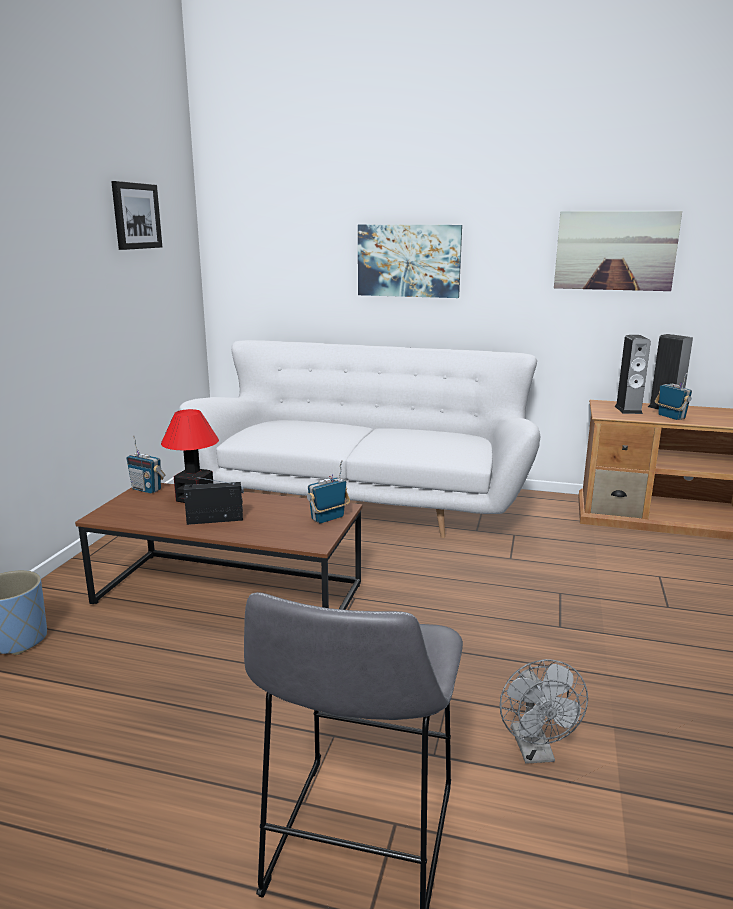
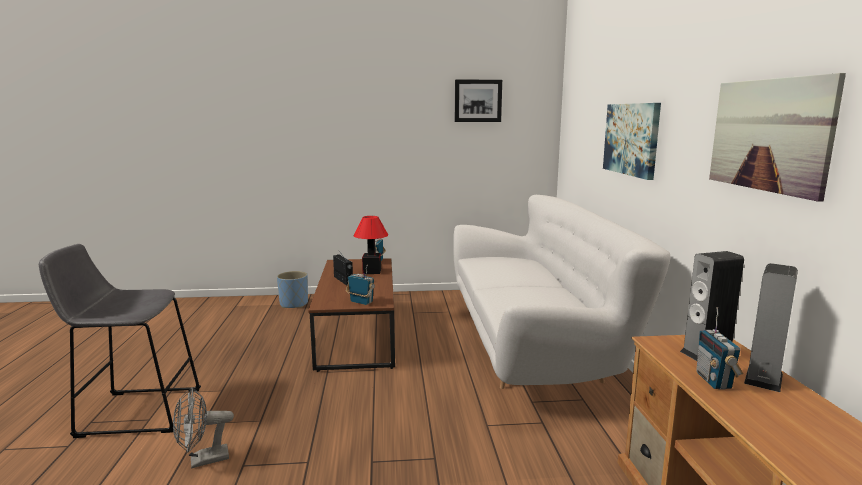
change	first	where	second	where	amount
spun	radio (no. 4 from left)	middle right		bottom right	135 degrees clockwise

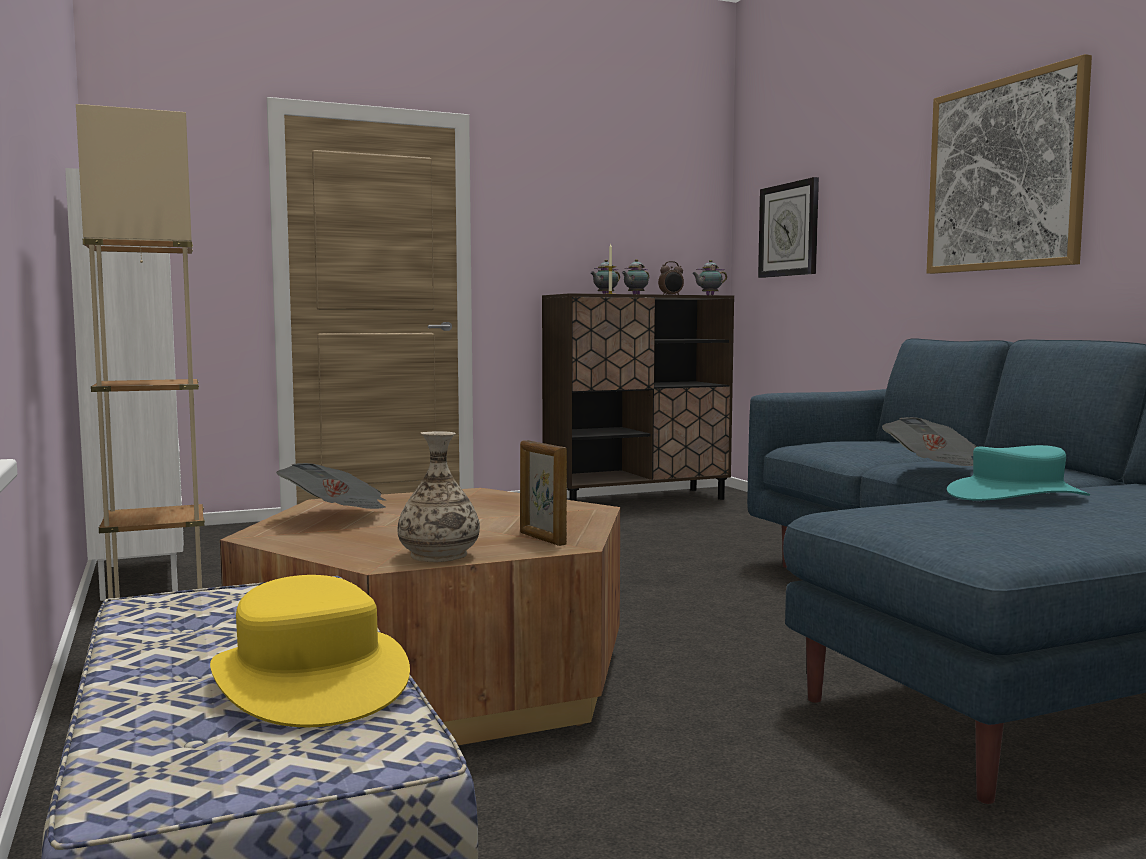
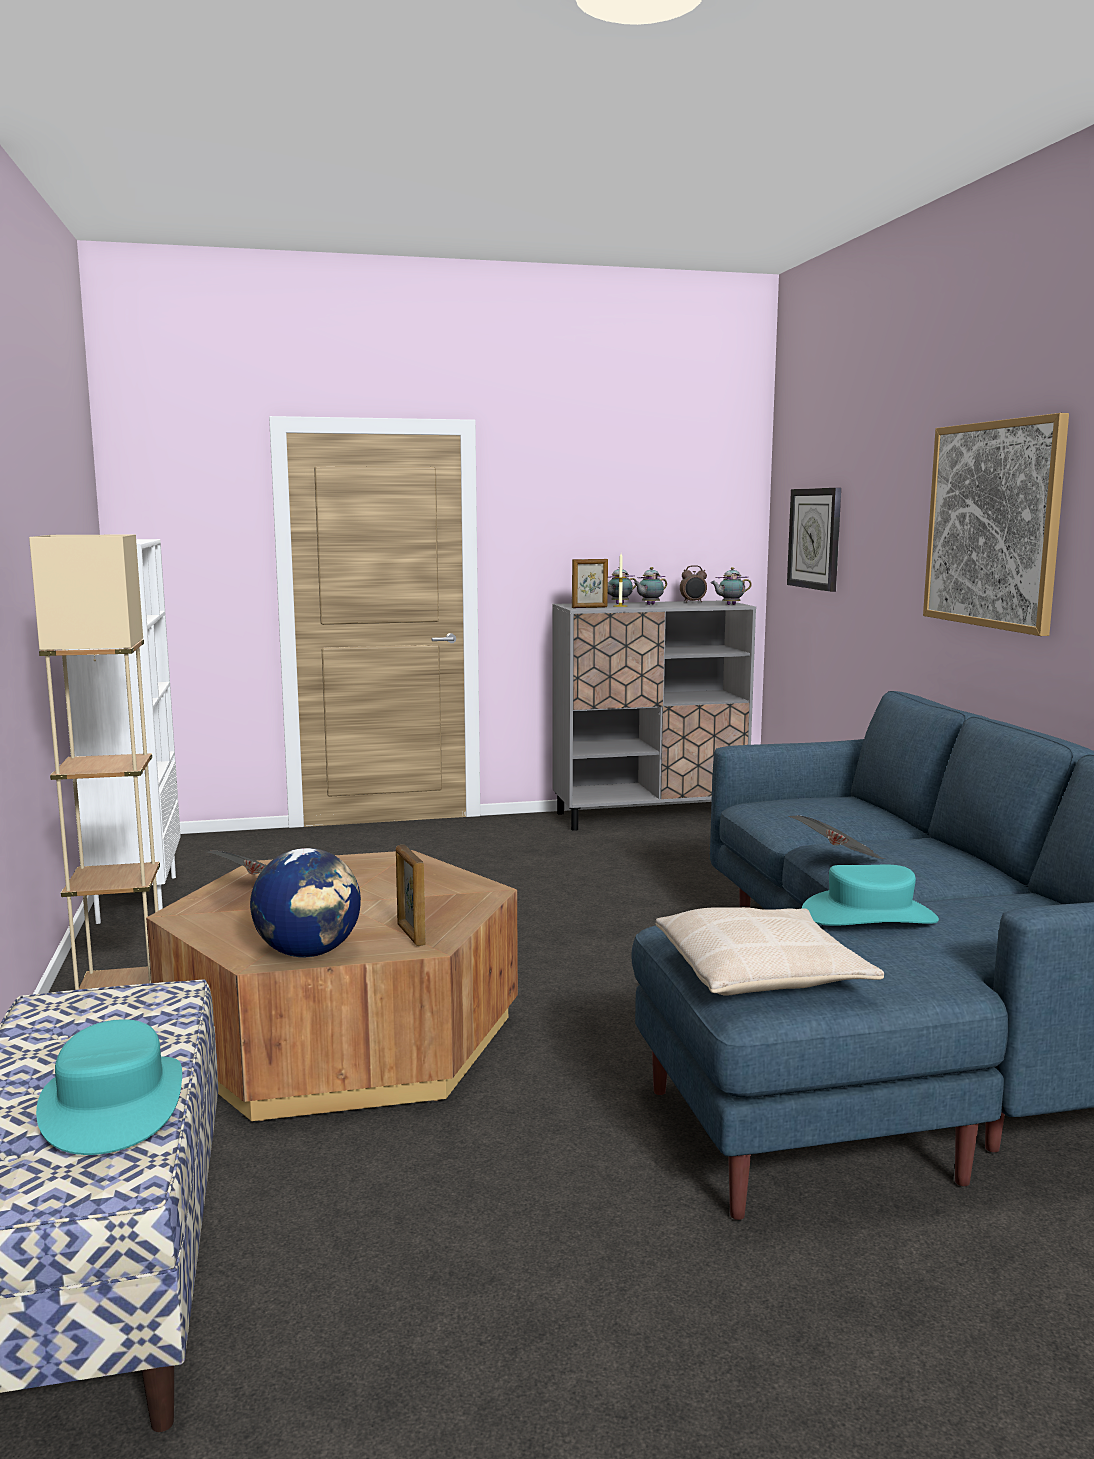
change	first	where	second	where	amount
appeared			picture frame (no. 2 from left)	centre	
appeared			pillow (beige)	middle right	
exchanged	vase	centre	globe	middle left	
colour	hat (yellow)	bottom left	hat (turquoise) (no. 1 from left)	bottom left	
colour	cabinet (brown)	centre	cabinet (grey)	centre	

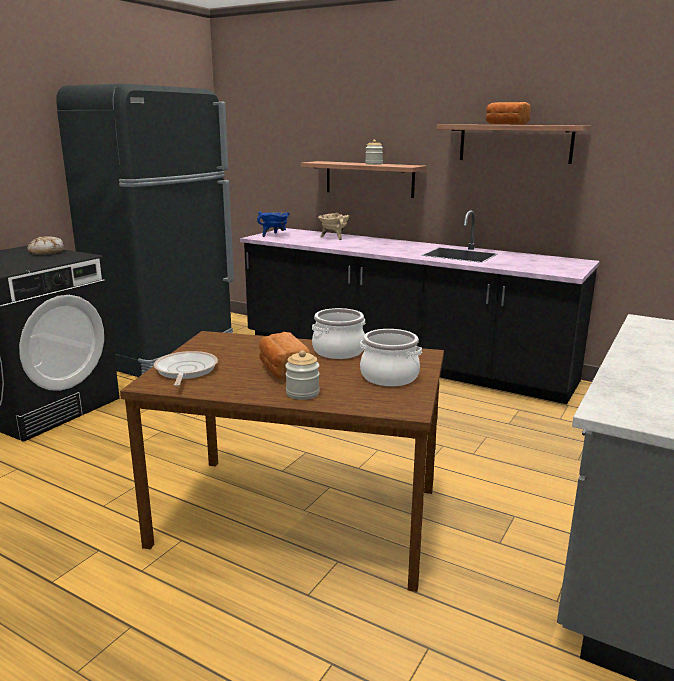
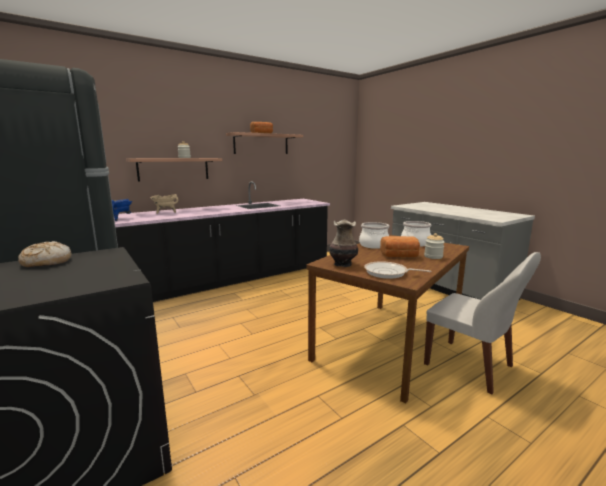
change	first	where	second	where	amount
appeared			vase	centre	
appeared			chair (white)	middle right	

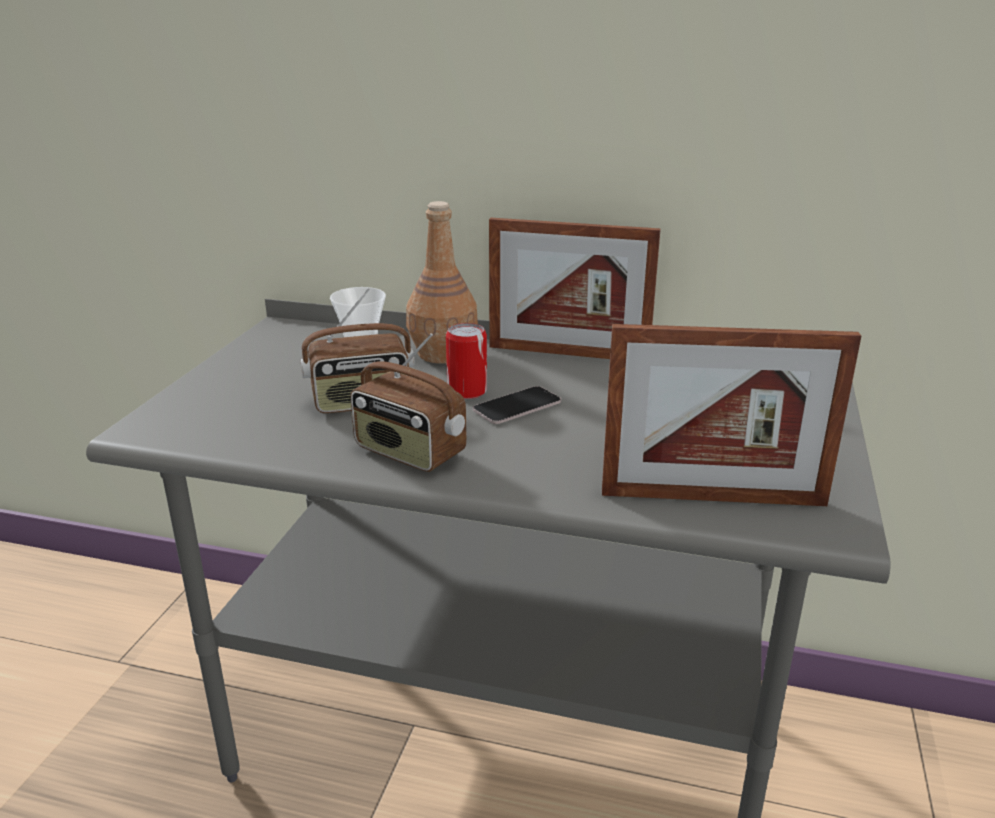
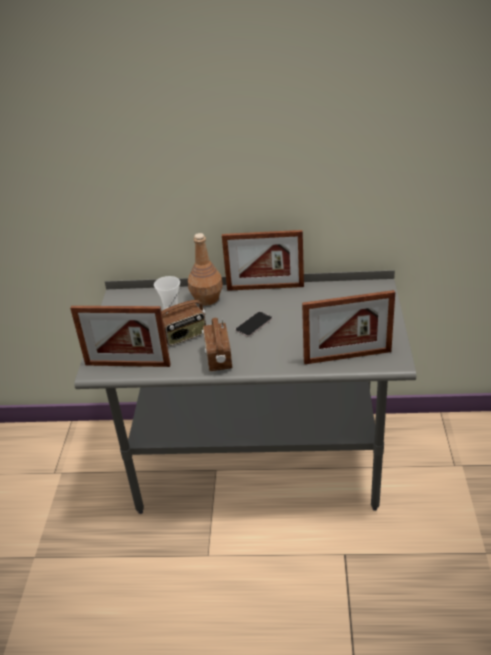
change	first	where	second	where	amount
missing	can	centre			
appeared			picture frame (no. 1 from left)	middle left	
spun	radio (no. 2 from left)	centre		centre	60 degrees clockwise

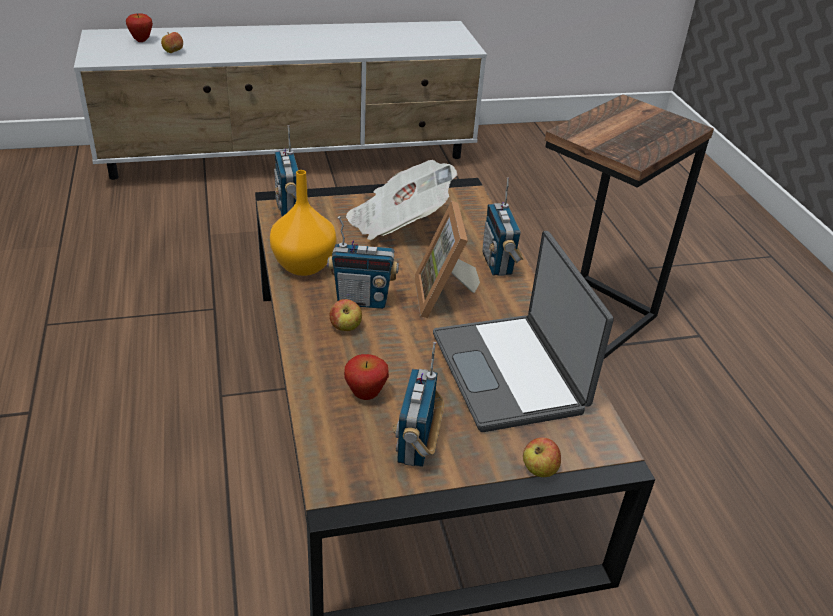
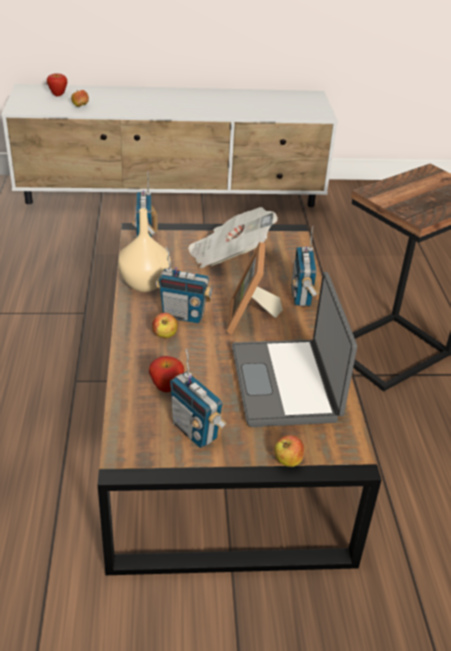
change	first	where	second	where	amount
colour	vase (orange)	centre	vase (beige)	middle left	
spun	radio (no. 3 from left)	centre		centre	60 degrees counterclockwise

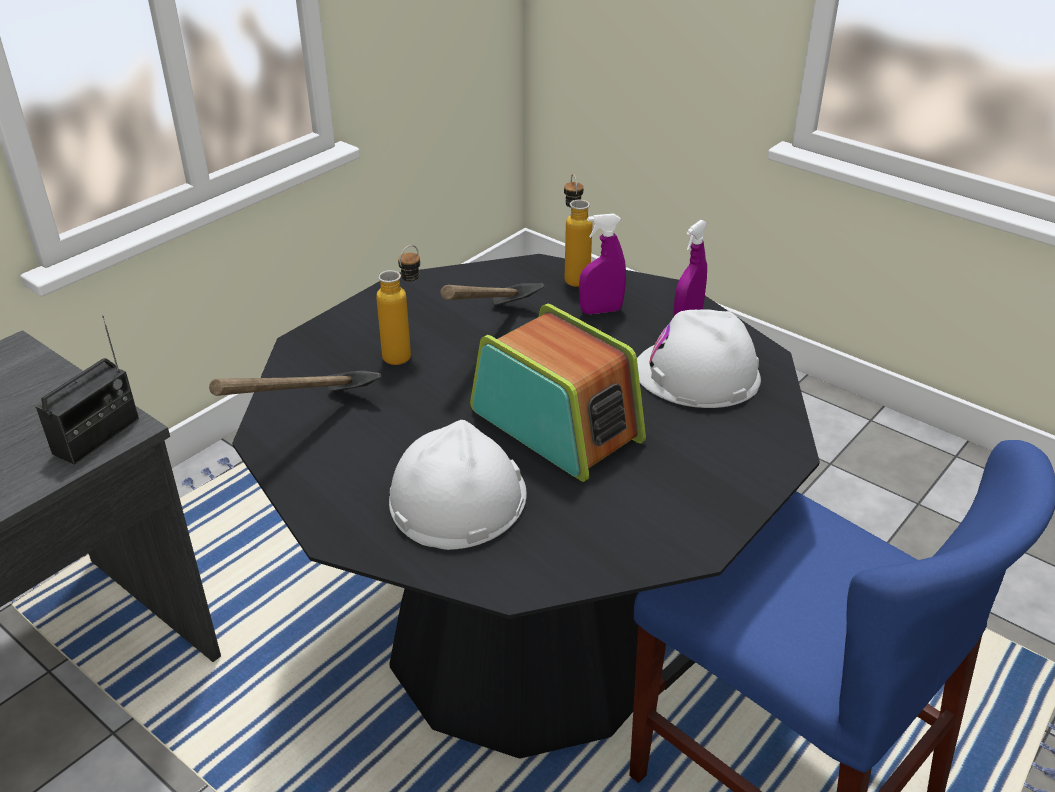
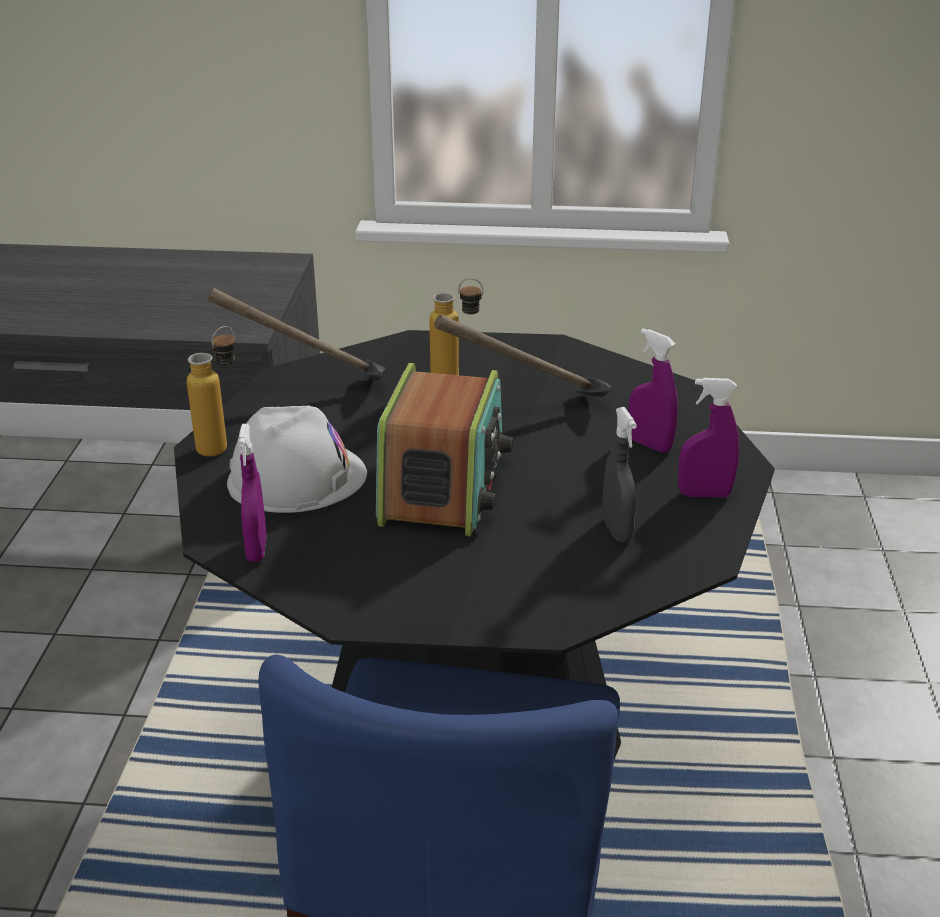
change	first	where	second	where	amount
missing	radio (no. 1 from left)	middle left			
appeared			spray bottle (purple) (no. 1 from left)	middle left	
relocated	bottle (no. 2 from left in the first image)	top centre	bottle (no. 1 from left)	middle left	
exchanged	hard hat (white) (no. 2 from left)	centre	spray bottle (grey)	centre	

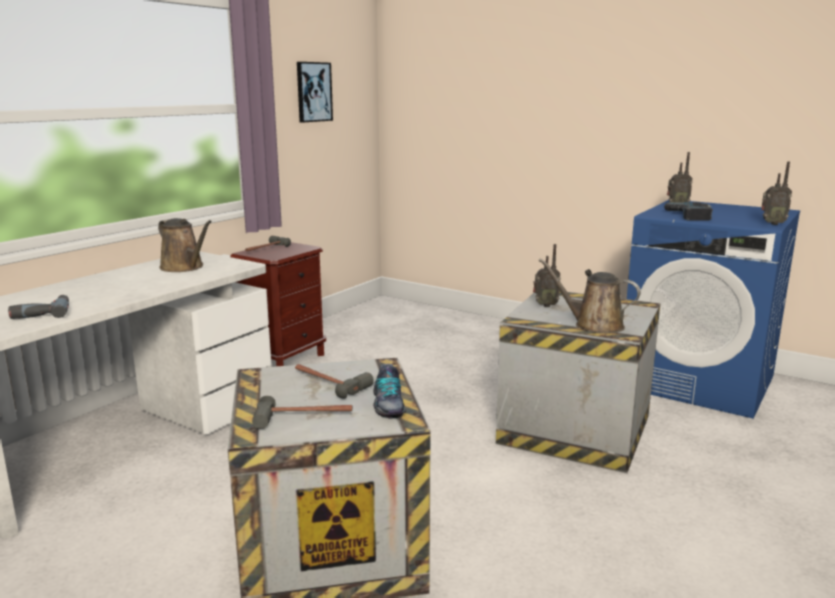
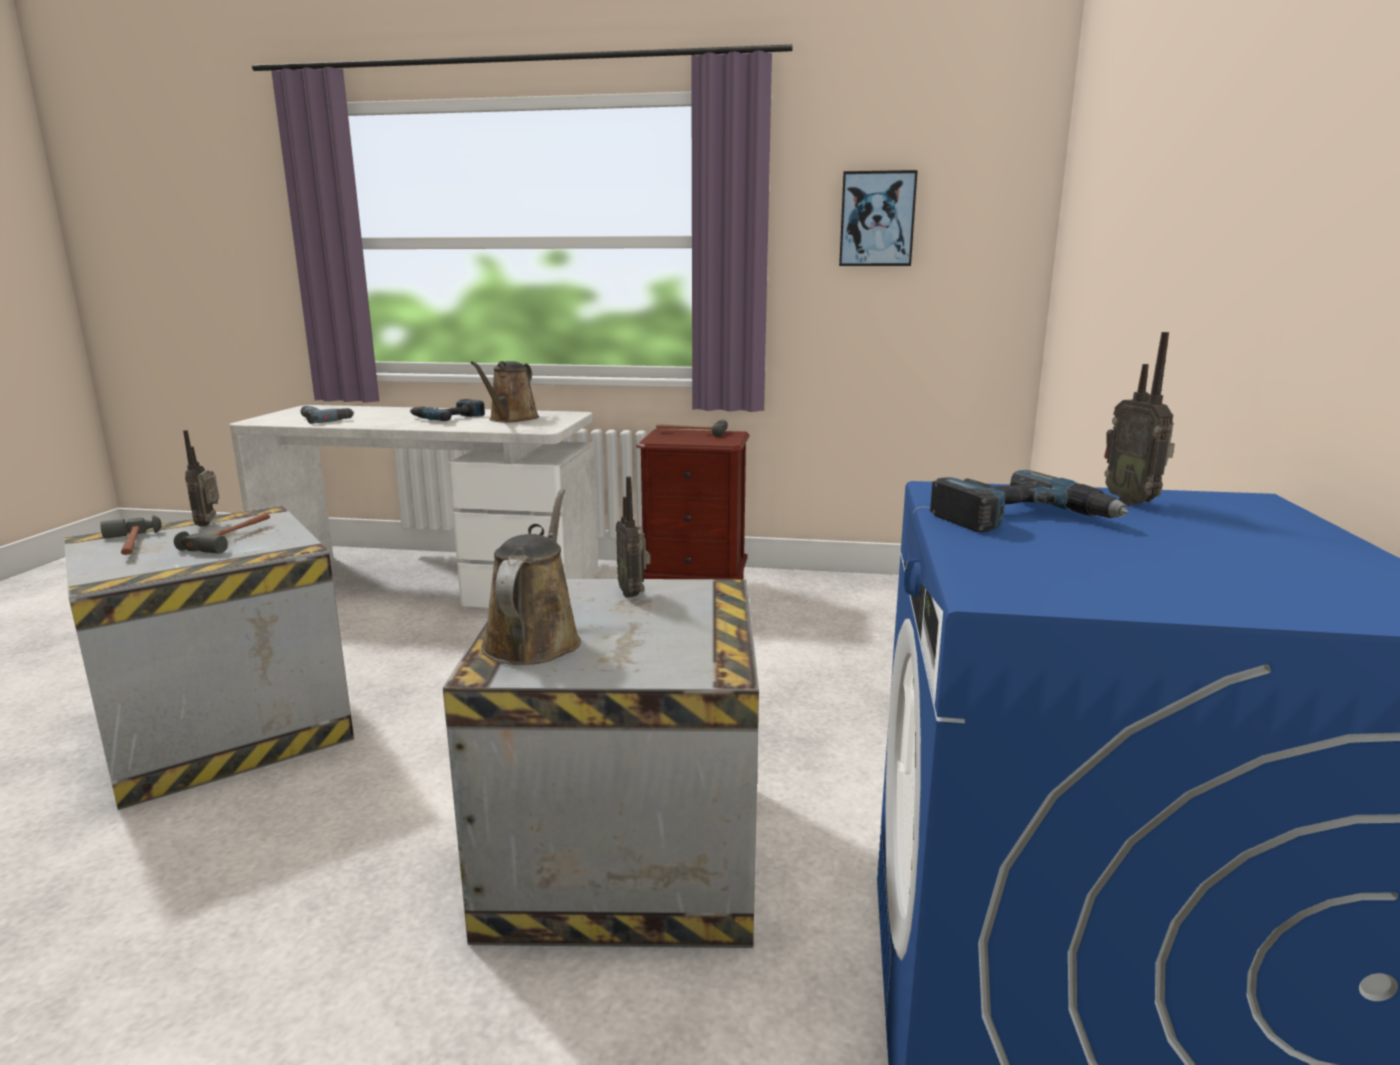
change	first	where	second	where	amount
missing	shoe	centre			
appeared			power drill (no. 2 from left)	middle left	
relocated	radio (no. 3 from left in the first image)	top right	radio (no. 1 from left)	middle left	

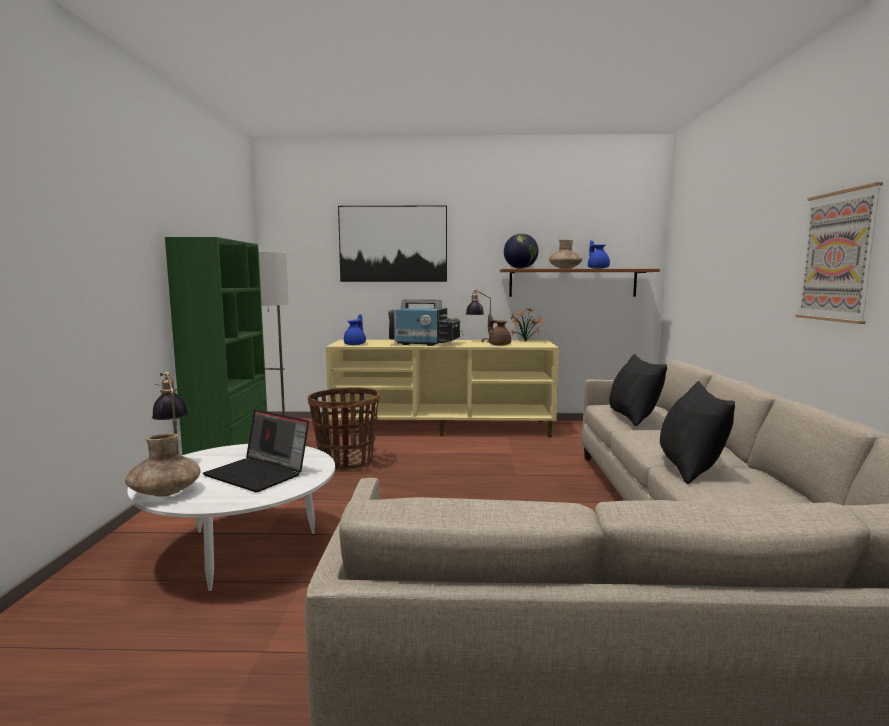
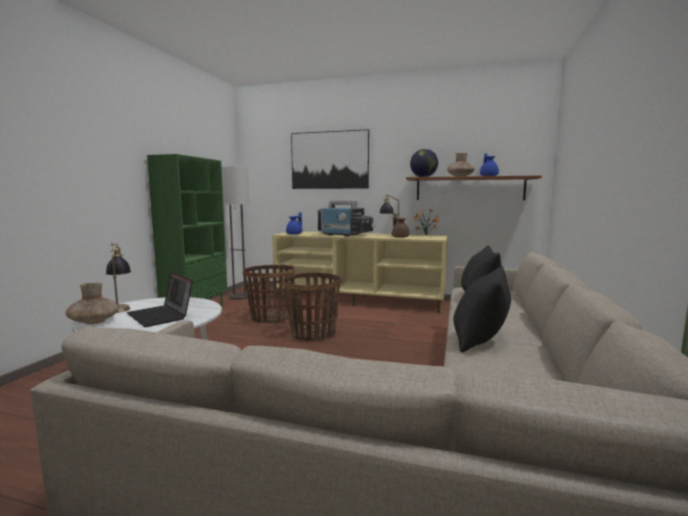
change	first	where	second	where	amount
missing	picture (no. 2 from left)	middle right			
appeared			basket (no. 2 from left)	centre	

